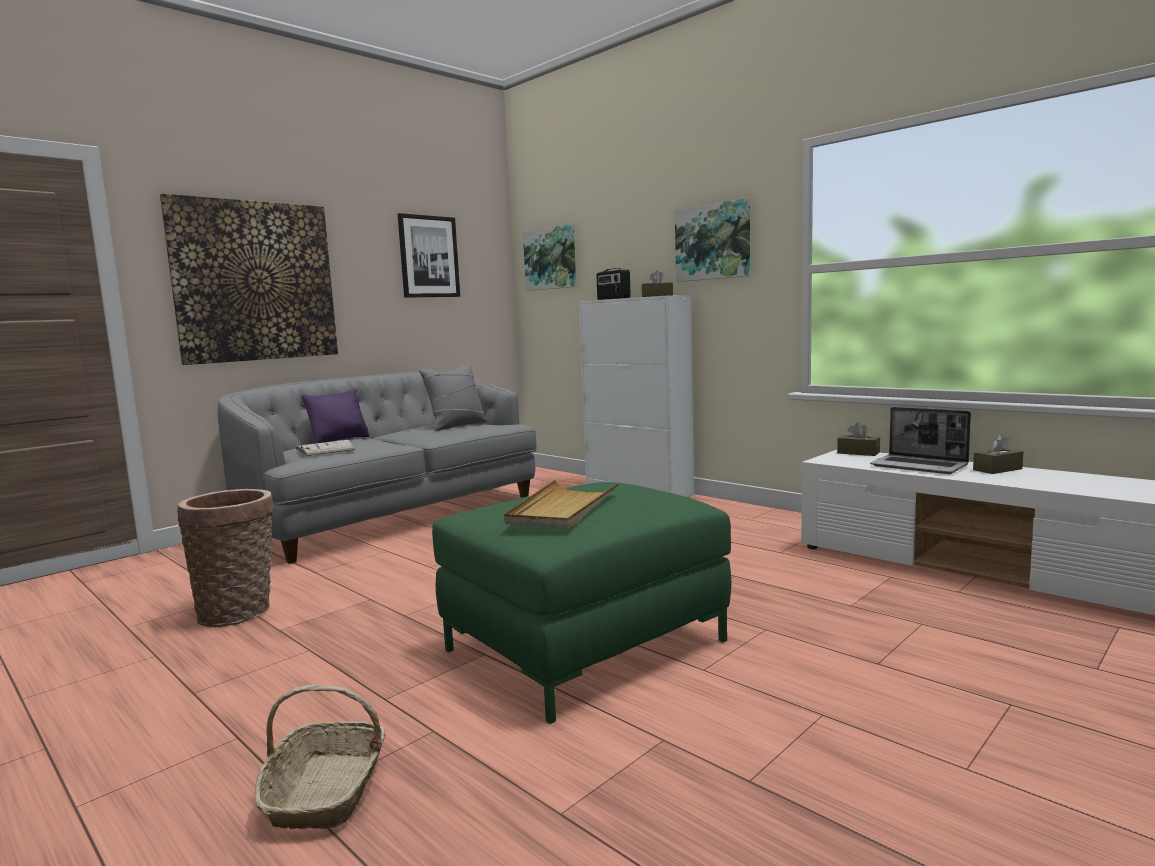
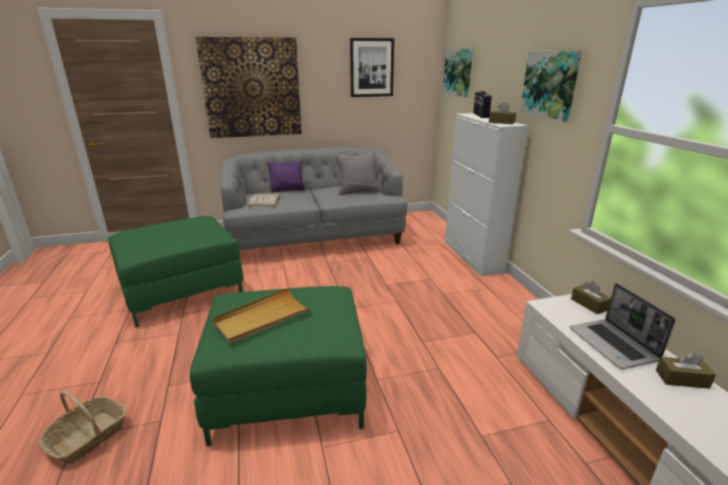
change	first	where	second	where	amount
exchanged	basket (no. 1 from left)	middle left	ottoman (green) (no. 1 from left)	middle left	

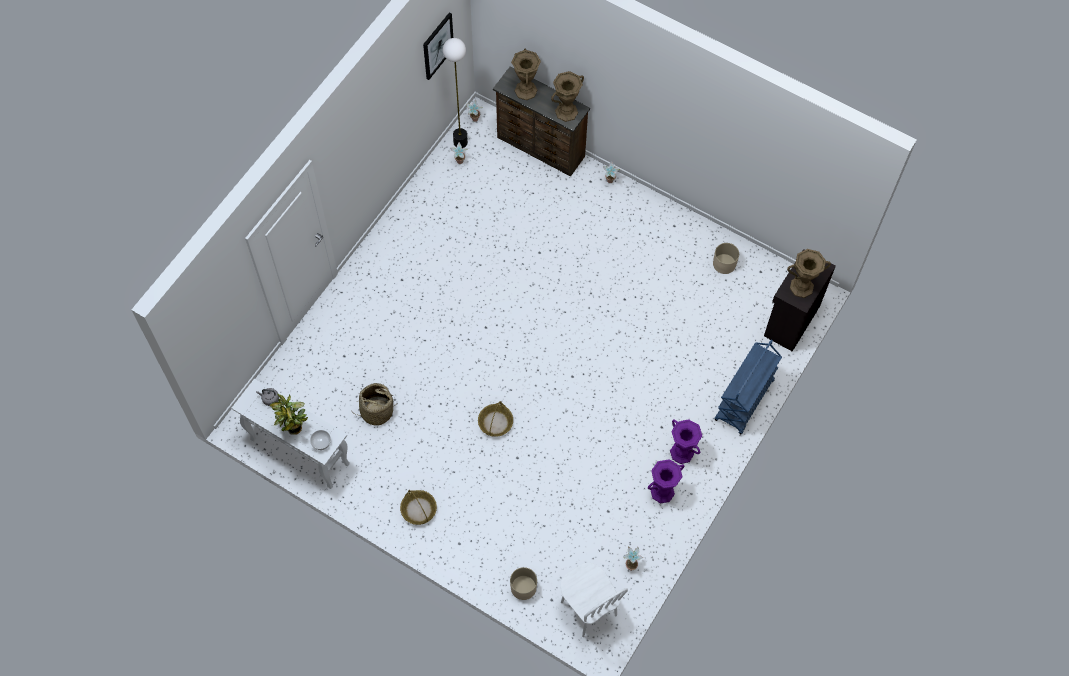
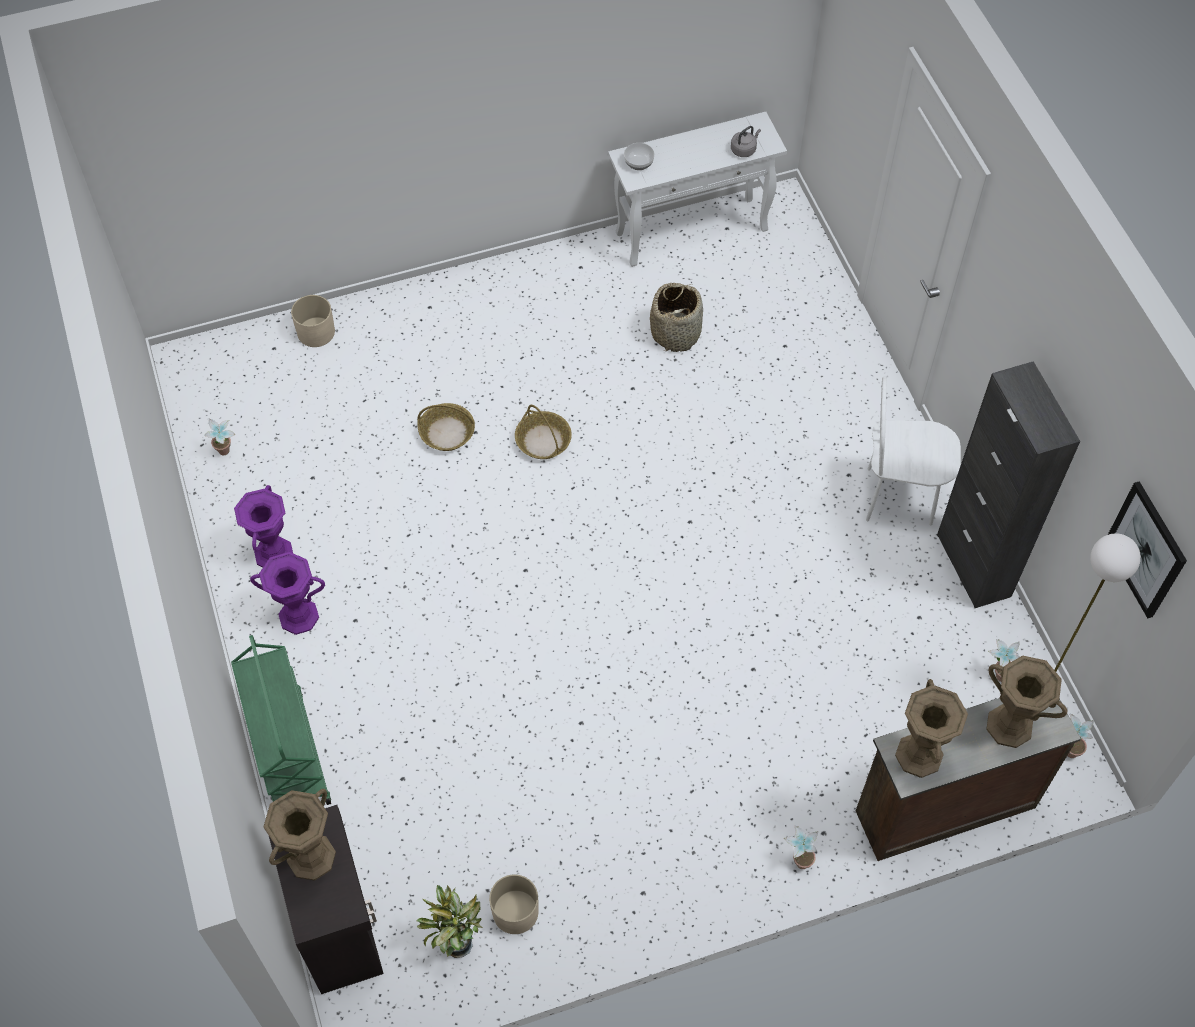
change	first	where	second	where	amount
appeared			cabinet (black) (no. 2 from left)	middle right	
relocated	potted plant (no. 1 from left in the first image)	middle left	potted plant (no. 2 from left)	bottom centre	
relocated	basket (no. 2 from left in the first image)	bottom centre	basket (no. 1 from left)	centre	
relocated	chair (white)	bottom centre		middle right	
colour	cart (blue)	middle right	cart (green)	bottom left	

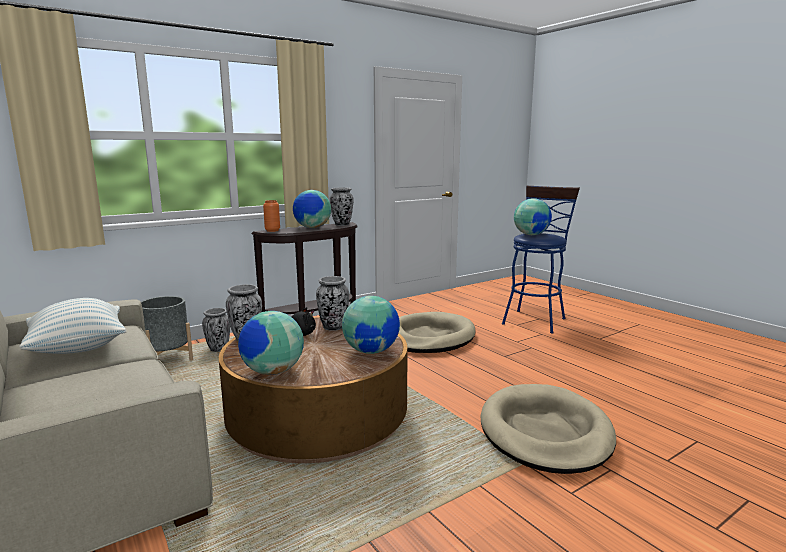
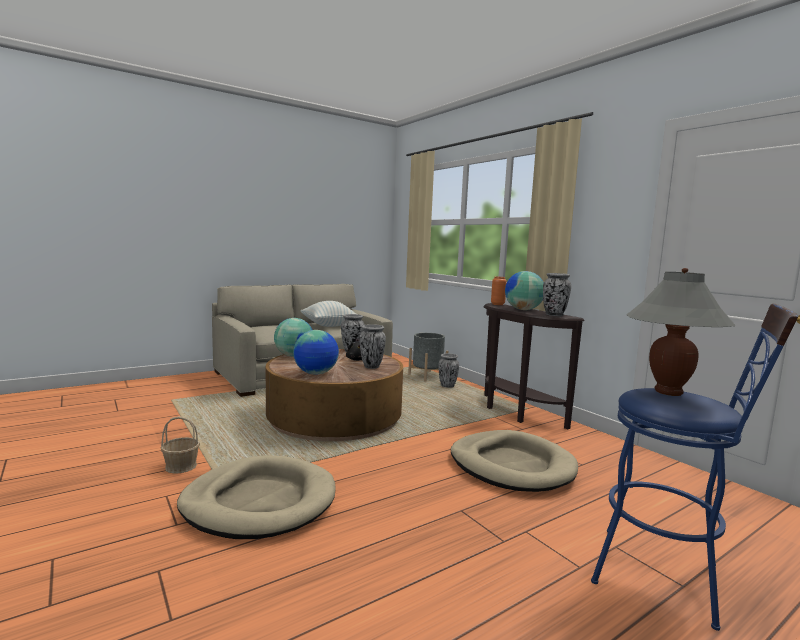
change	first	where	second	where	amount
appeared			basket	bottom left	
exchanged	globe (no. 4 from left)	middle right	table lamp (grey)	middle right	

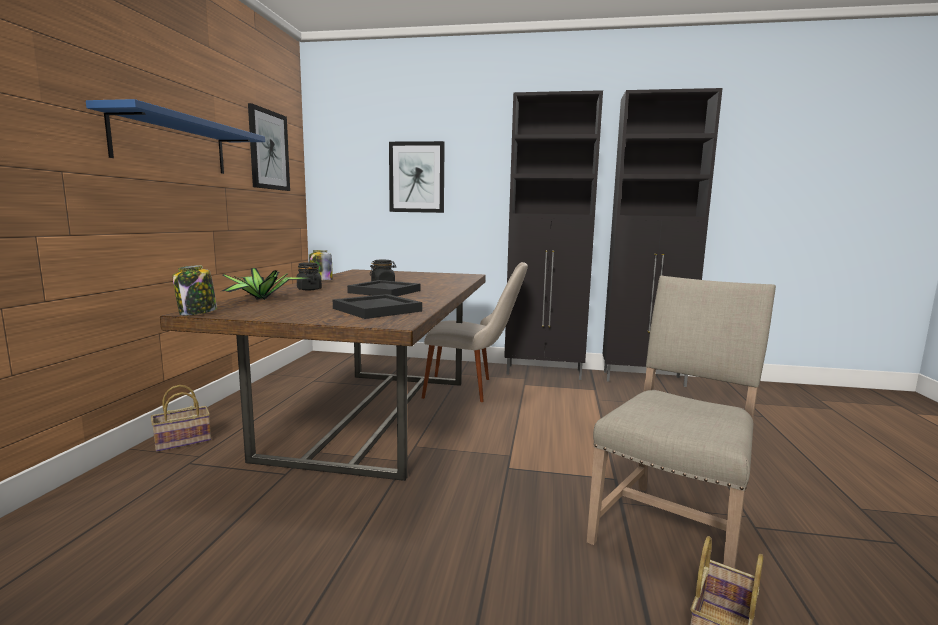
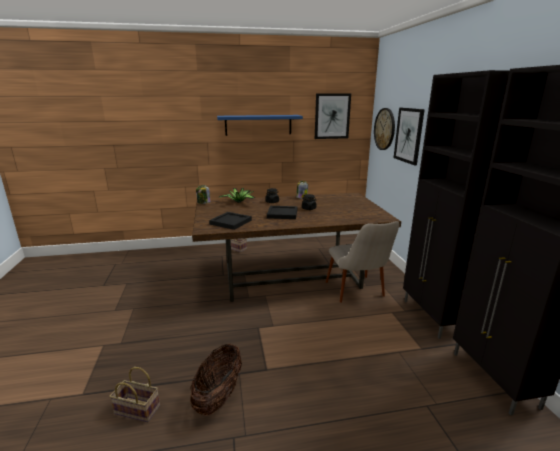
change	first	where	second	where	amount
appeared			wall clock	top right	
exchanged	chair (beige) (no. 2 from left)	bottom right	basket (no. 2 from left)	bottom centre	

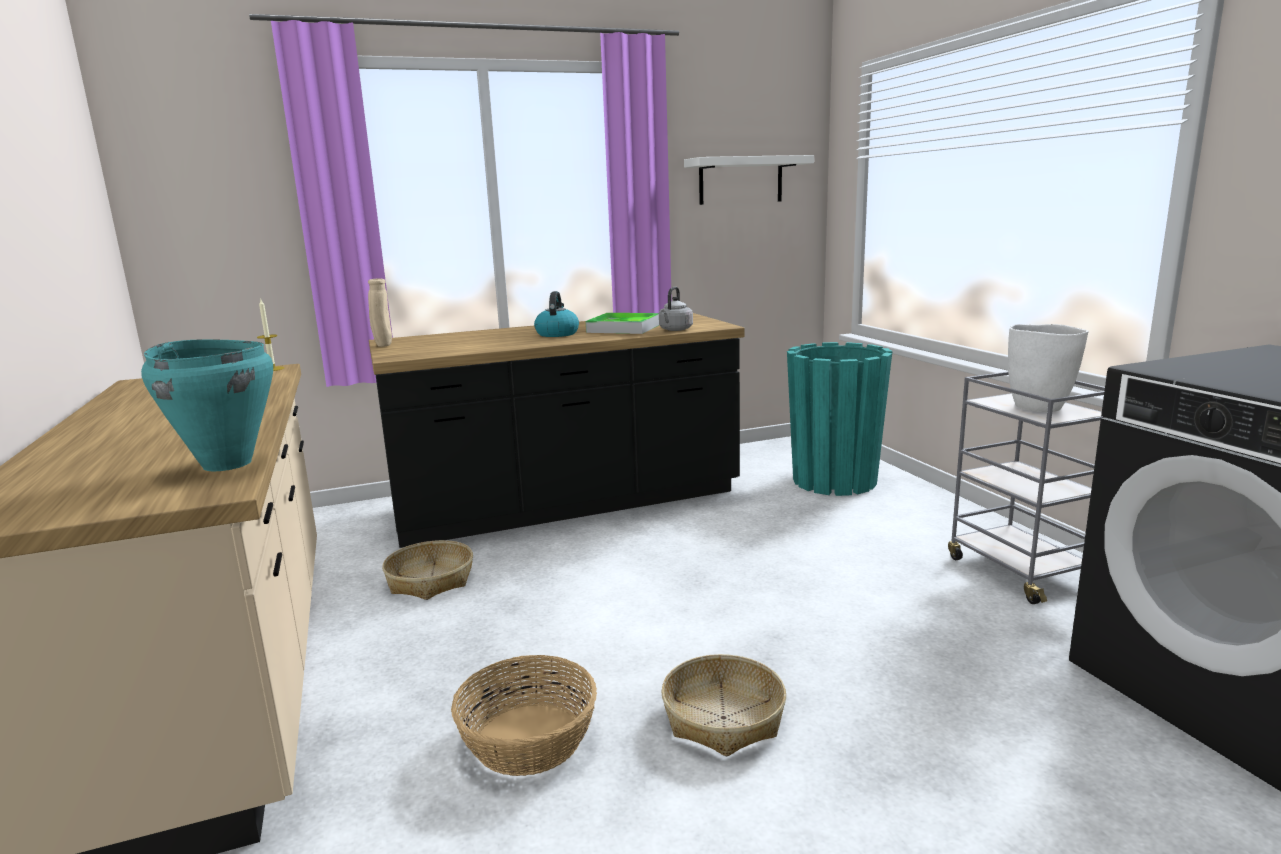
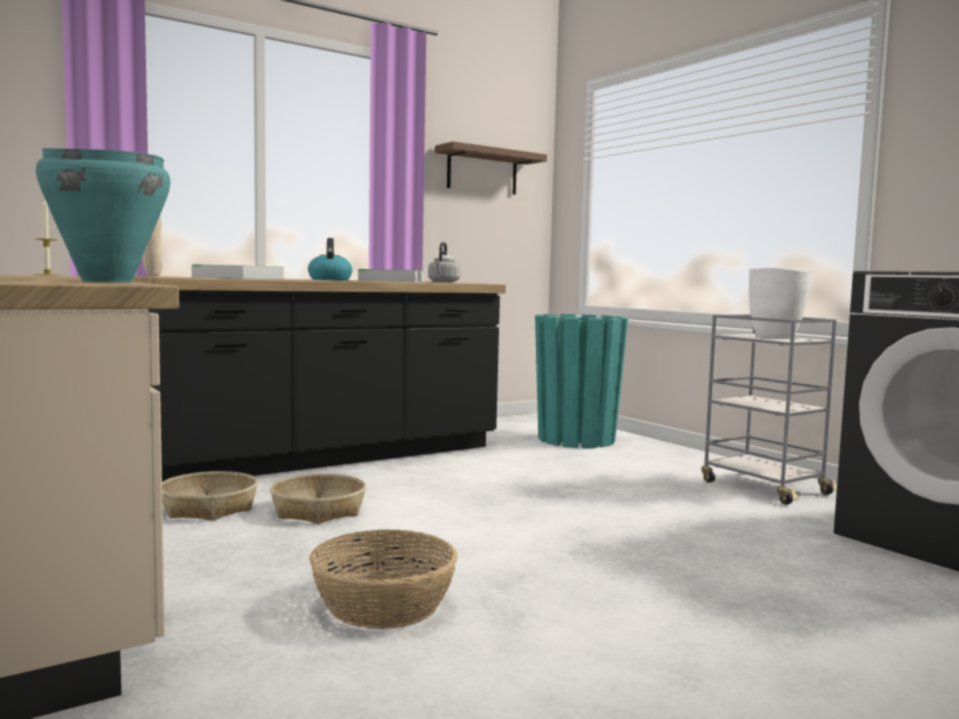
change	first	where	second	where	amount
appeared			tray (no. 1 from left)	middle left	
relocated	basket (no. 3 from left in the first image)	bottom centre	basket (no. 2 from left)	bottom left	
colour	shelf (white)	top centre	shelf (brown)	top centre	

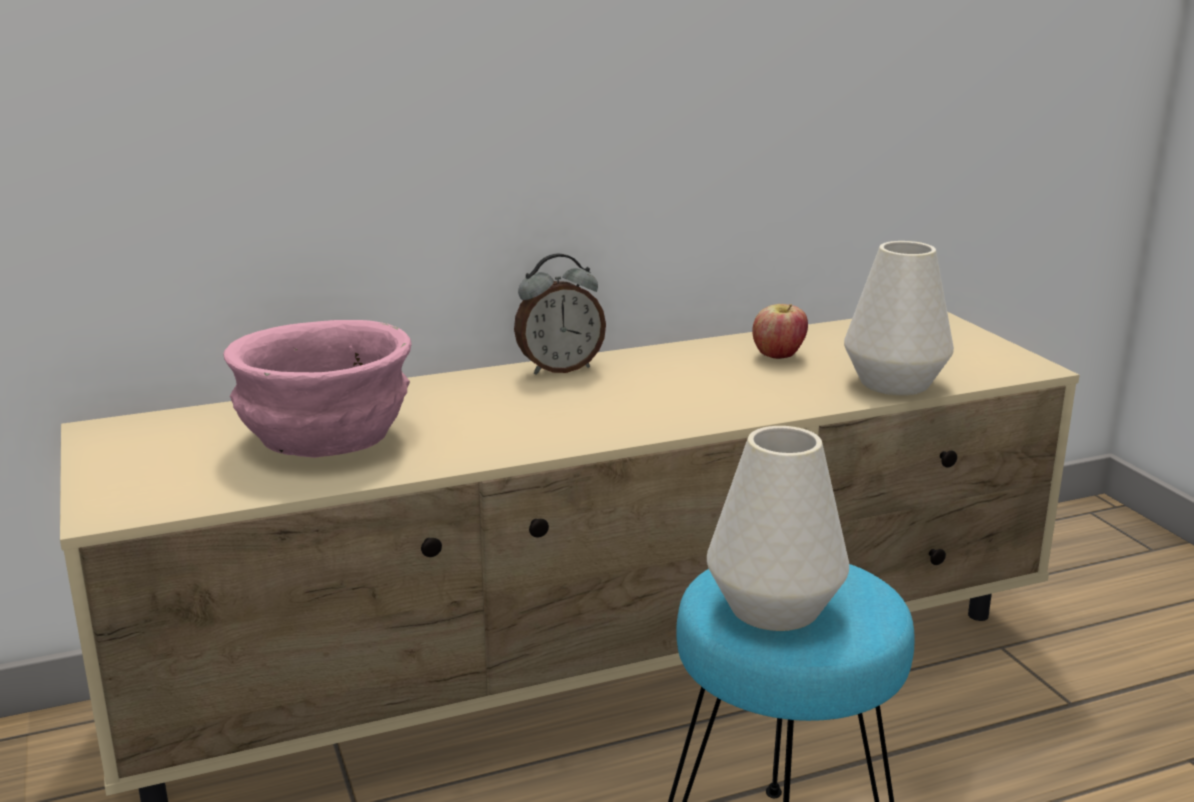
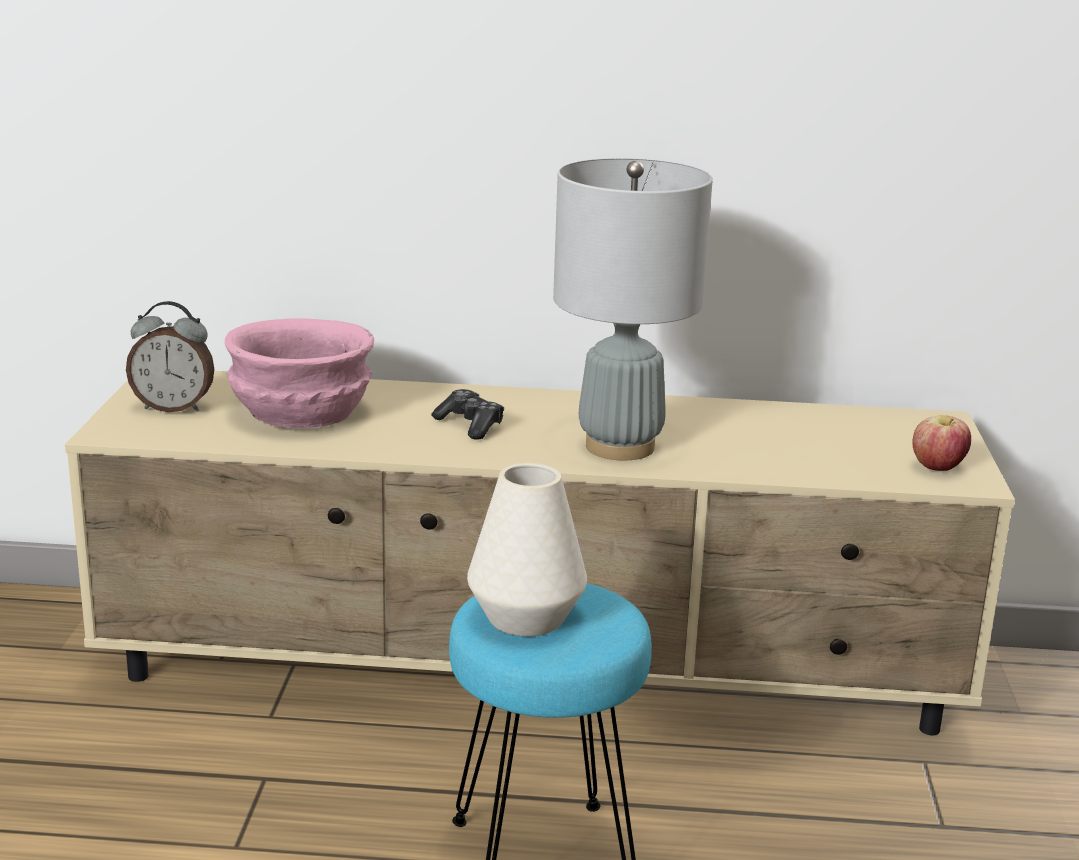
change	first	where	second	where	amount
missing	vase (white) (no. 2 from left)	middle right			
appeared			game controller	centre	
appeared			table lamp (grey)	centre	
relocated	alarm clock	centre		middle left	
relocated	apple	centre		middle right	

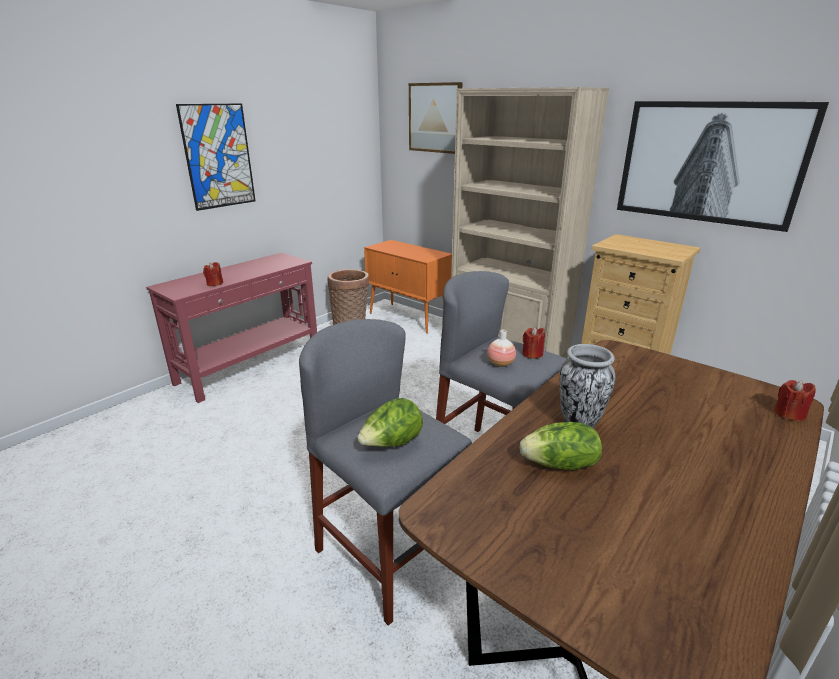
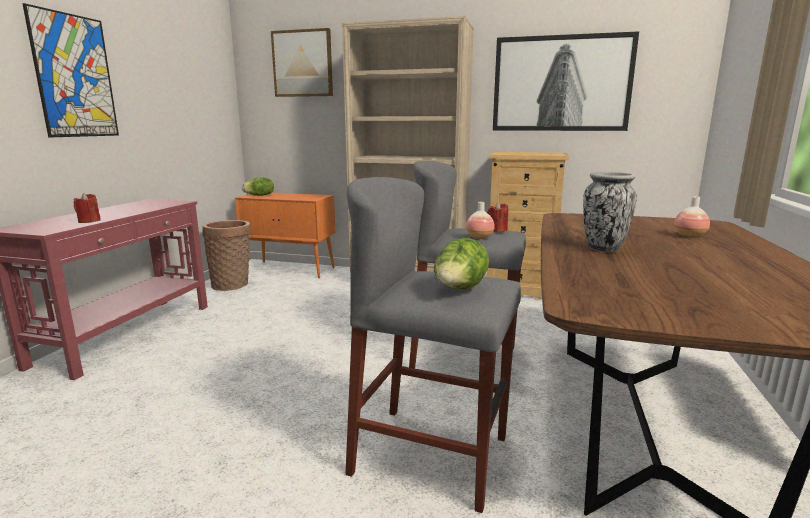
change	first	where	second	where	amount
missing	candle (red) (no. 3 from left)	middle right			
appeared			vase (no. 3 from left)	middle right	
relocated	lettuce (no. 2 from left in the first image)	middle right	lettuce (no. 1 from left)	middle left	

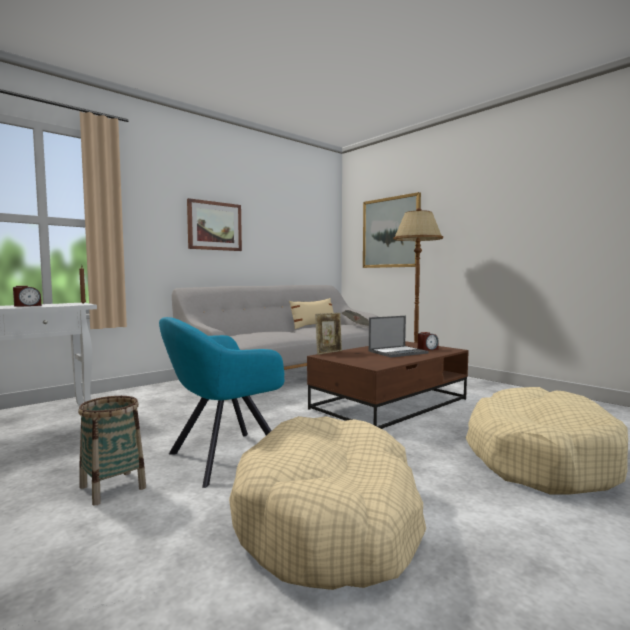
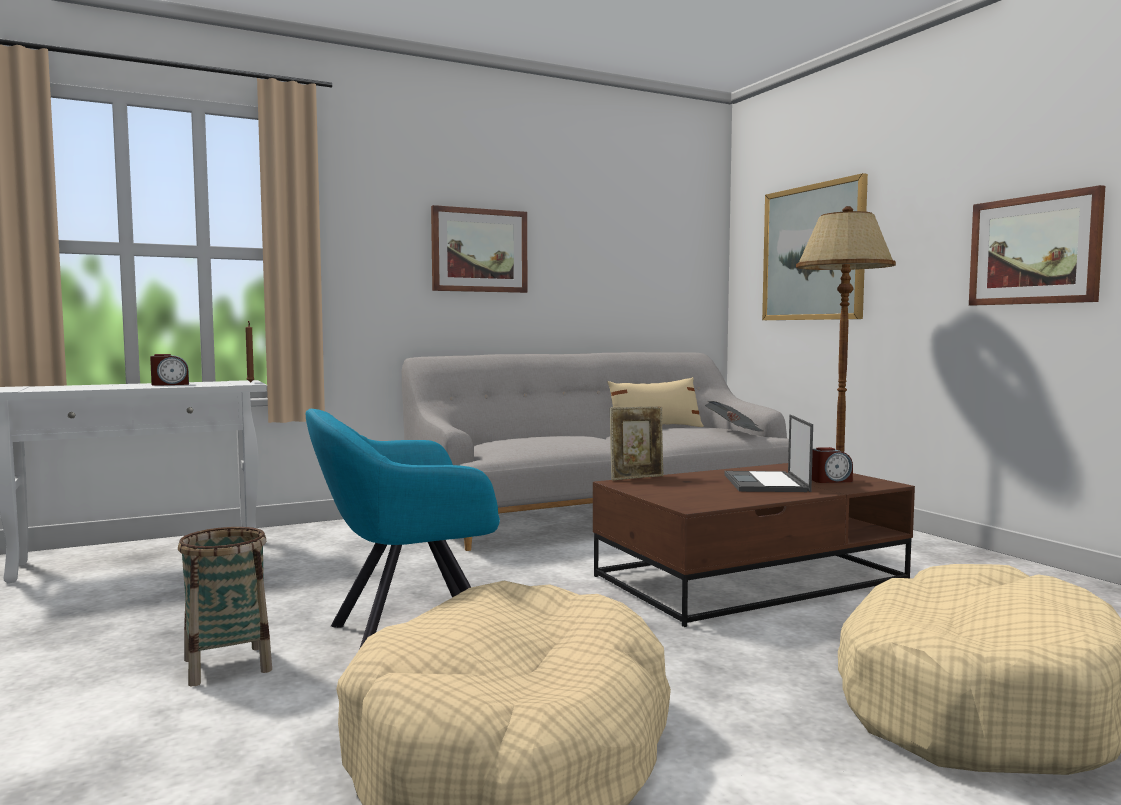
change	first	where	second	where	amount
appeared			picture (no. 3 from left)	top right	
spun	laptop	centre		middle right	105 degrees clockwise

